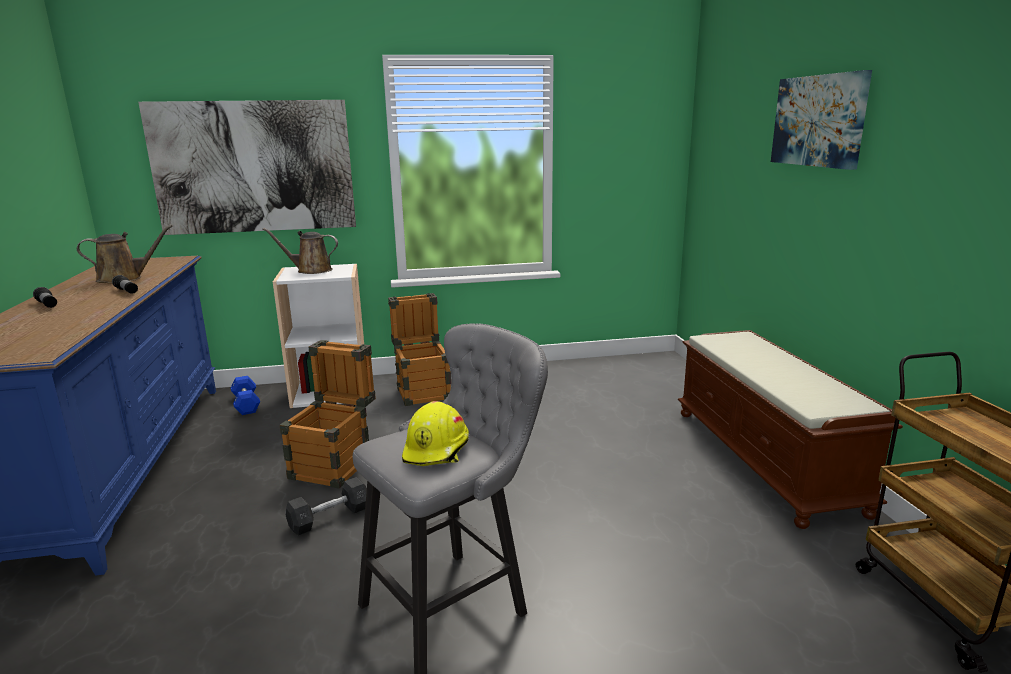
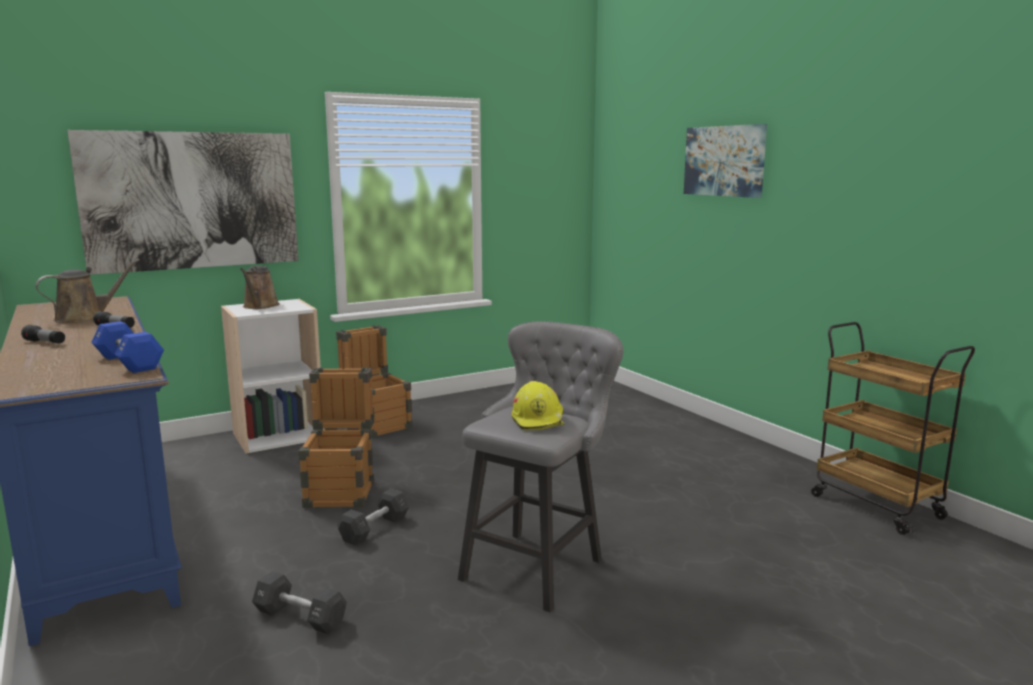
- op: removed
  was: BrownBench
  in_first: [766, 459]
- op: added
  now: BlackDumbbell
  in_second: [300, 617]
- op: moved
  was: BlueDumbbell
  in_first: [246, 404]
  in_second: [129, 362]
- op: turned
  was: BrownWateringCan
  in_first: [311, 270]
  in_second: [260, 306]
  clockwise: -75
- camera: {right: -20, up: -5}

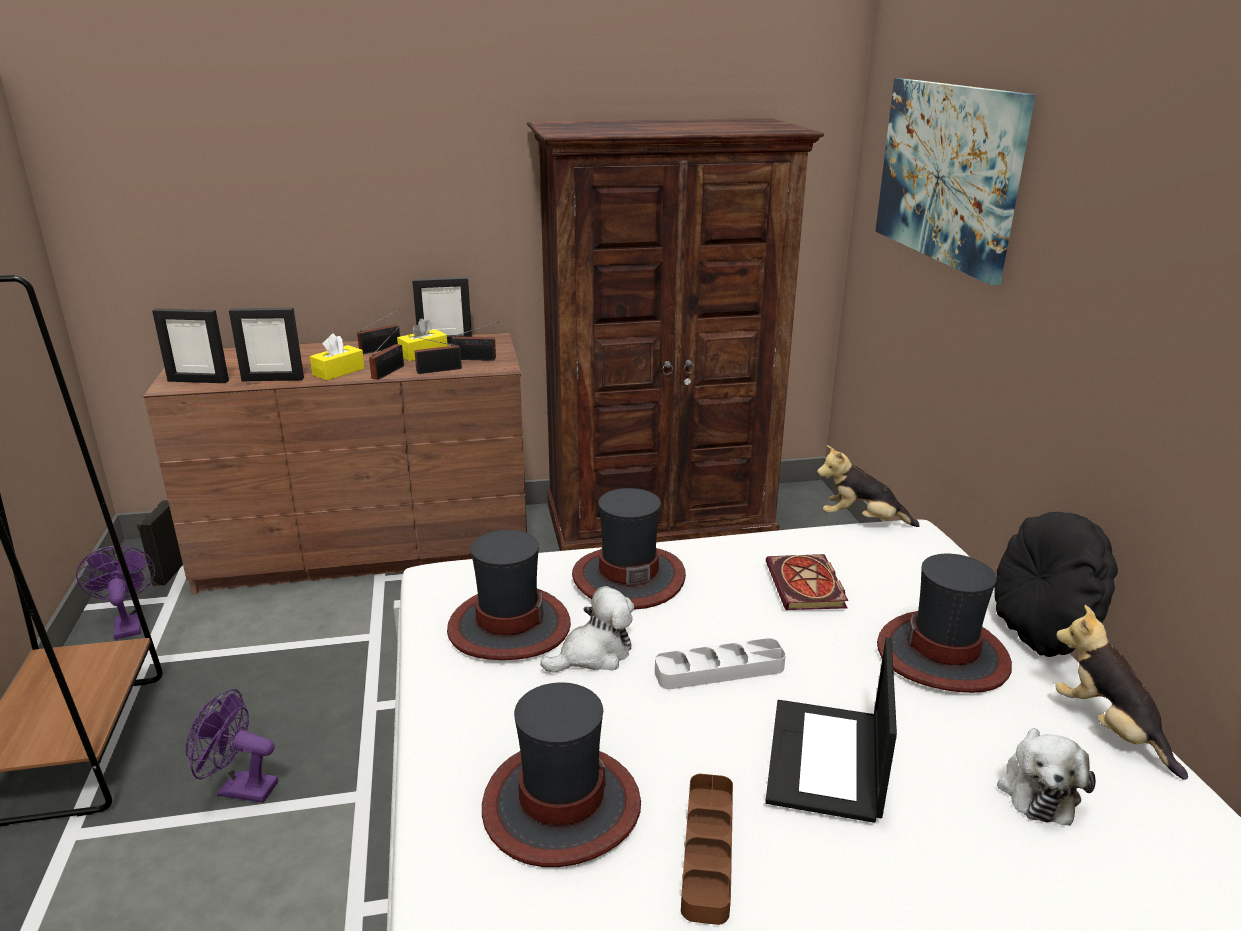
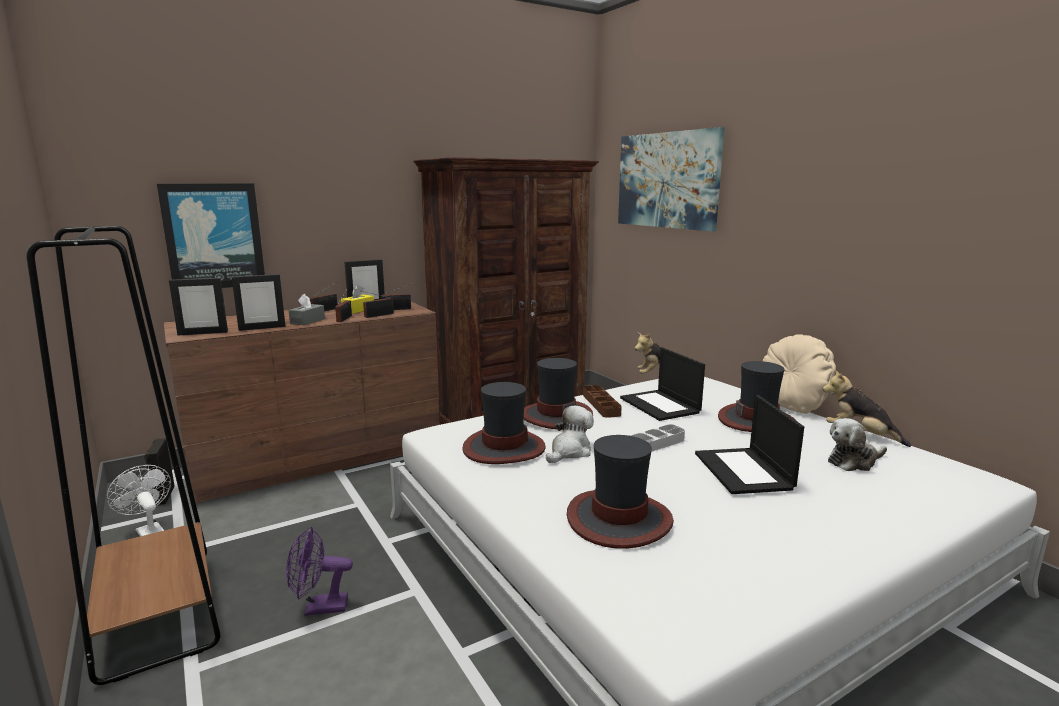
- op: added
  now: Picture
  in_second: [214, 236]
- op: moved
  was: BrownTray
  in_first: [708, 851]
  in_second: [601, 404]
- op: replaced
  was: Book
  now: Laptop
  in_first: [807, 587]
  in_second: [660, 405]
- op: recoloured
  was: PurpleFan
  now: WhiteFan
  in_first: [127, 623]
  in_second: [148, 531]
- op: recoloured
  was: YellowTissueBox
  now: GreyTissueBox
  in_first: [338, 371]
  in_second: [307, 321]
- op: recoloured
  was: BlackPillow
  now: BeigePillow
  in_first: [1039, 634]
  in_second: [792, 407]
- op: turned
  was: PlushToy
  in_first: [1038, 788]
  in_second: [853, 461]
  clockwise: 75
- camera: {right: -20, up: -10}

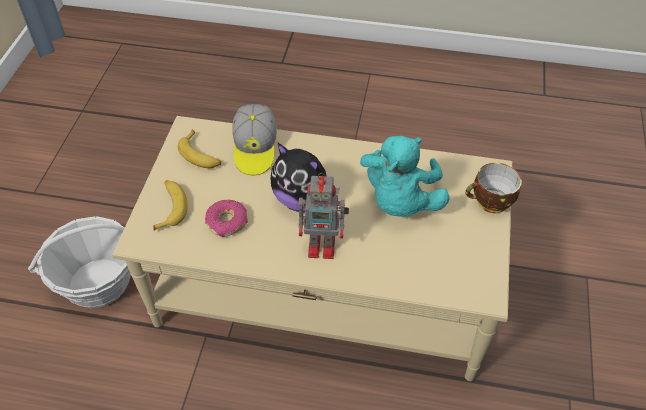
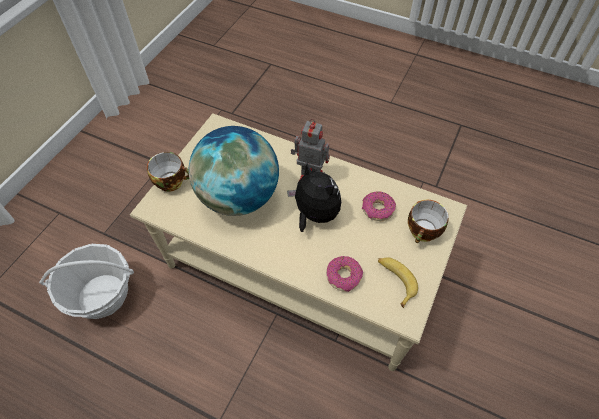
- op: moved
  was: Basket
  in_first: [98, 283]
  in_second: [102, 296]
- op: replaced
  was: Banana
  now: Cup
  in_first: [170, 207]
  in_second: [423, 232]
- op: replaced
  was: Cap
  now: Donut
  in_first: [255, 148]
  in_second: [344, 276]
- op: replaced
  was: TurquoisePlushToy
  now: Globe
  in_first: [400, 202]
  in_second: [239, 197]
- camera: {right: -165, up: 5}

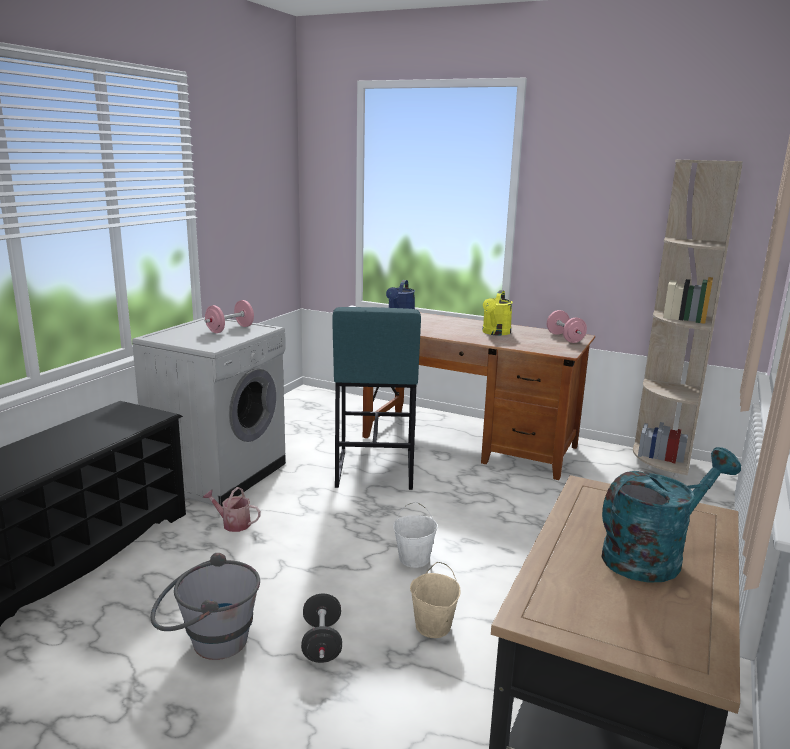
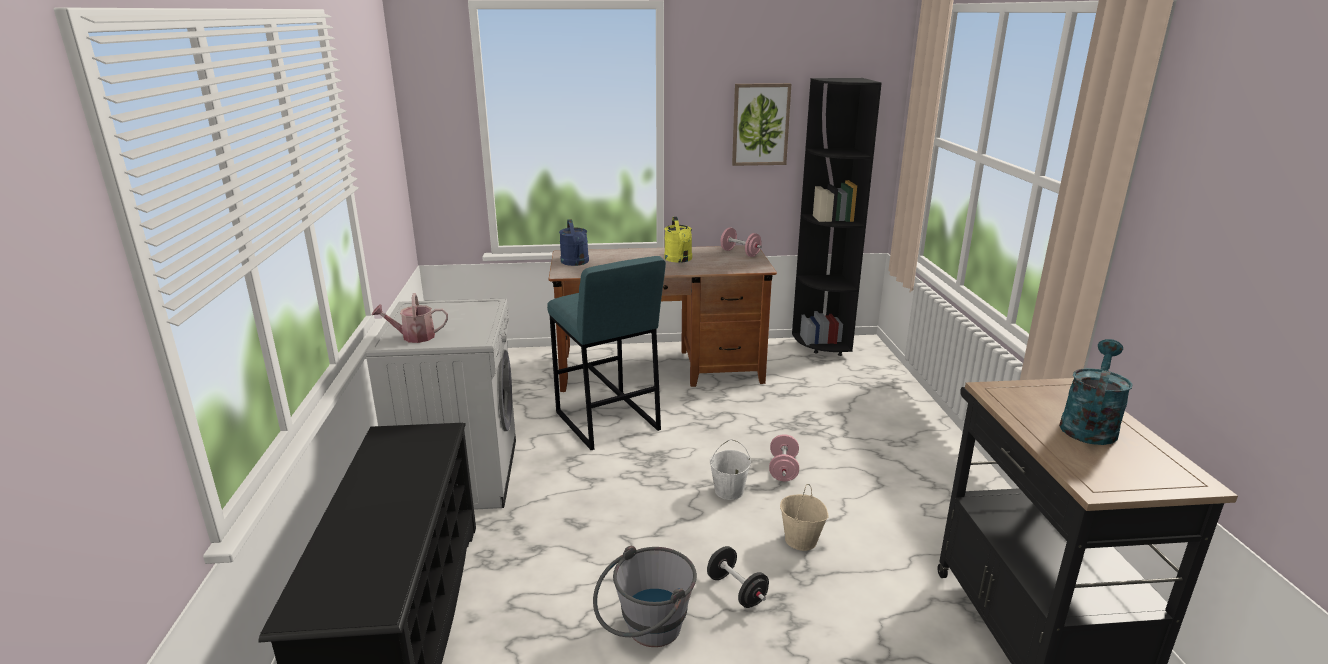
- op: added
  now: Picture
  in_second: [760, 124]
- op: moved
  was: WateringCan
  in_first: [233, 523]
  in_second: [414, 337]
- op: moved
  was: PinkDumbbell
  in_first: [230, 329]
  in_second: [783, 469]
- op: recoloured
  was: BeigeBookcase
  now: BlackBookcase
  in_first: [661, 465]
  in_second: [822, 348]
- camera: {right: -30, up: 5}

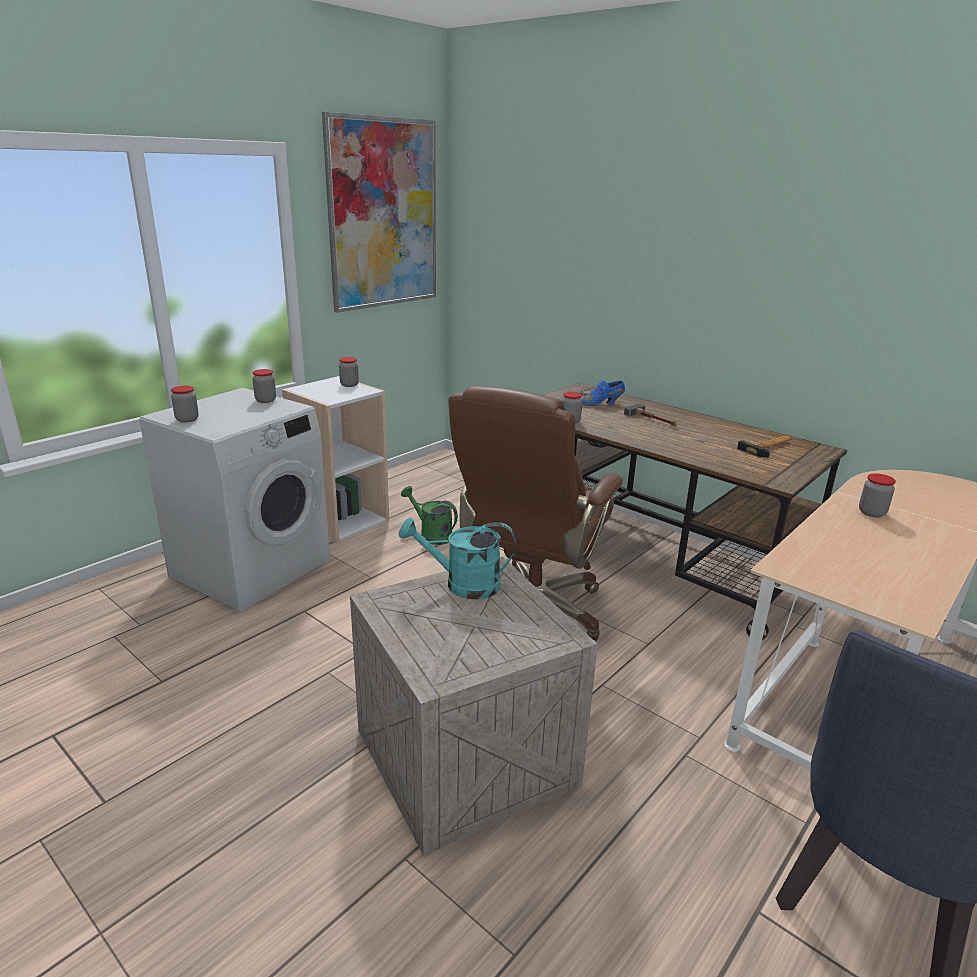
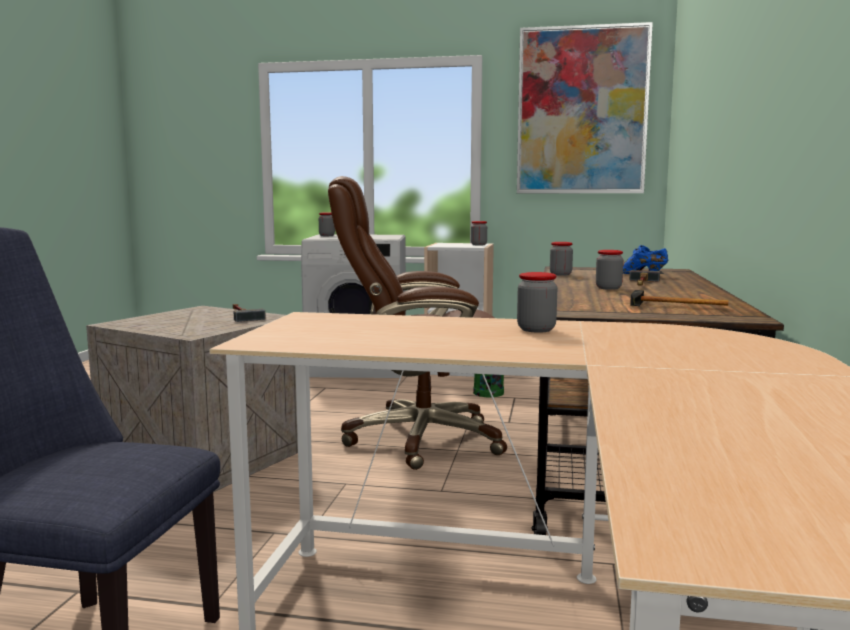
- op: moved
  was: Jar
  in_first: [265, 400]
  in_second: [608, 288]
- op: replaced
  was: TurquoiseWateringCan
  now: Hammer
  in_first: [462, 585]
  in_second: [242, 315]
- camera: {right: 60, up: -15}

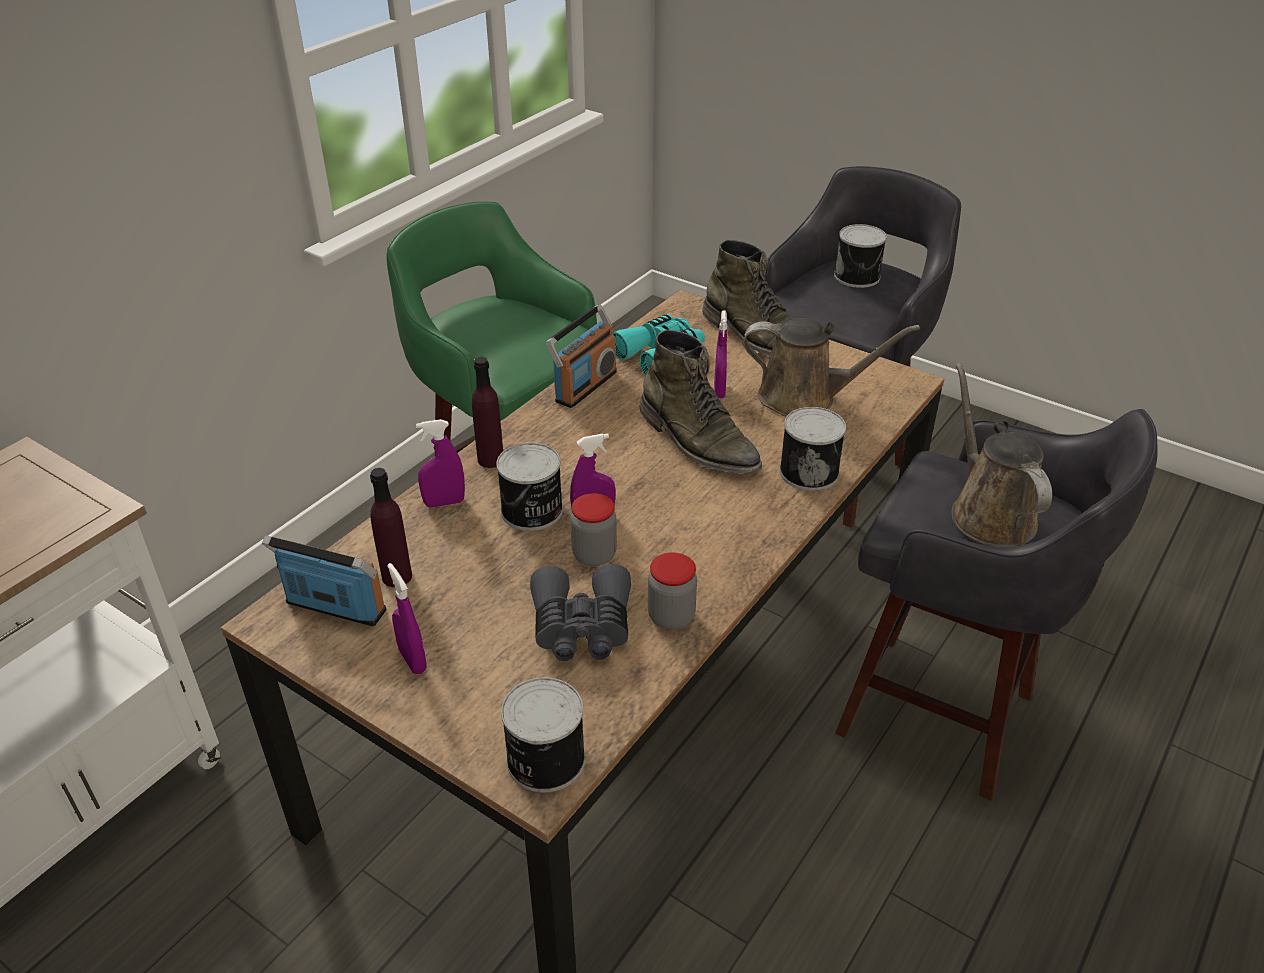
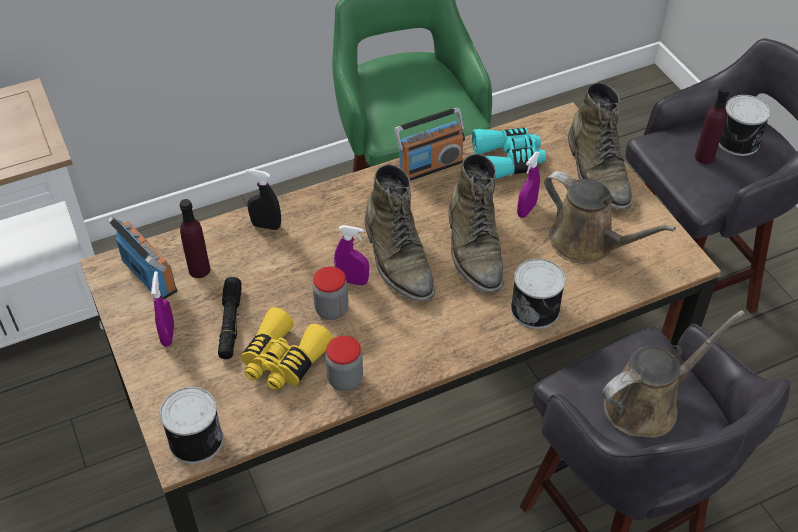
- op: removed
  was: Can
  in_first: [532, 511]
- op: added
  now: BlackFlashlight
  in_second: [230, 323]
- op: added
  now: GreenBoot
  in_second: [398, 258]
- op: moved
  was: PurpleBottle
  in_first: [490, 459]
  in_second: [704, 157]
- op: recoloured
  was: PurpleSprayBottle
  now: BlackSprayBottle
  in_first: [444, 503]
  in_second: [266, 226]
- op: recoloured
  was: GreyBinoculars
  now: YellowBinoculars
  in_first: [581, 627]
  in_second: [283, 360]
- op: turned
  was: BrownWateringCan
  in_first: [988, 513]
  in_second: [647, 404]
  clockwise: 45
- camera: {right: 30, up: 10}

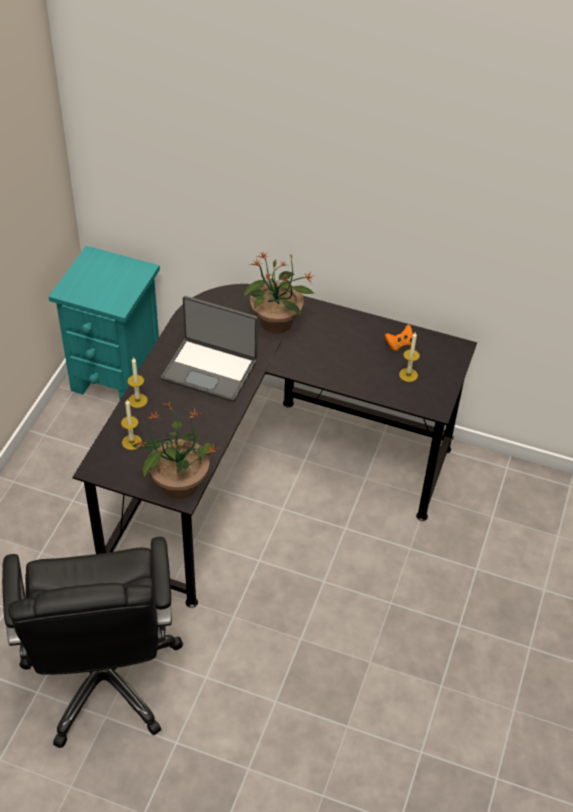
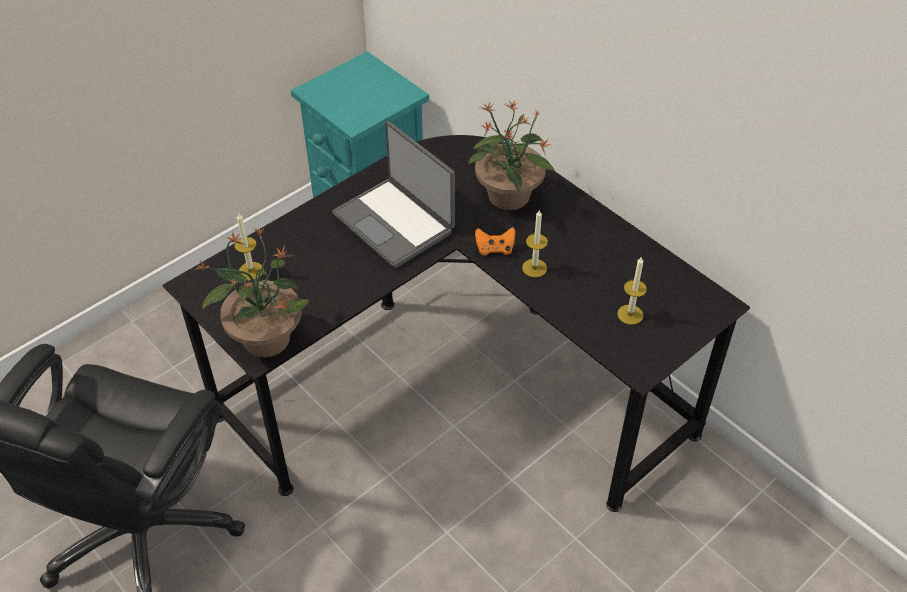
- op: moved
  was: Candle
  in_first: [137, 400]
  in_second: [534, 268]
- op: moved
  was: OrangeGameController
  in_first: [399, 344]
  in_second: [495, 249]
- camera: {right: 30, up: 0}

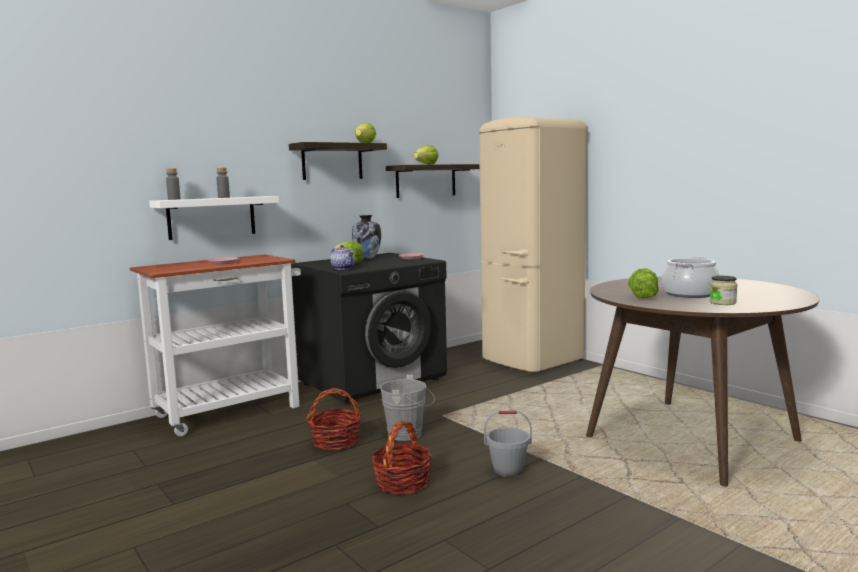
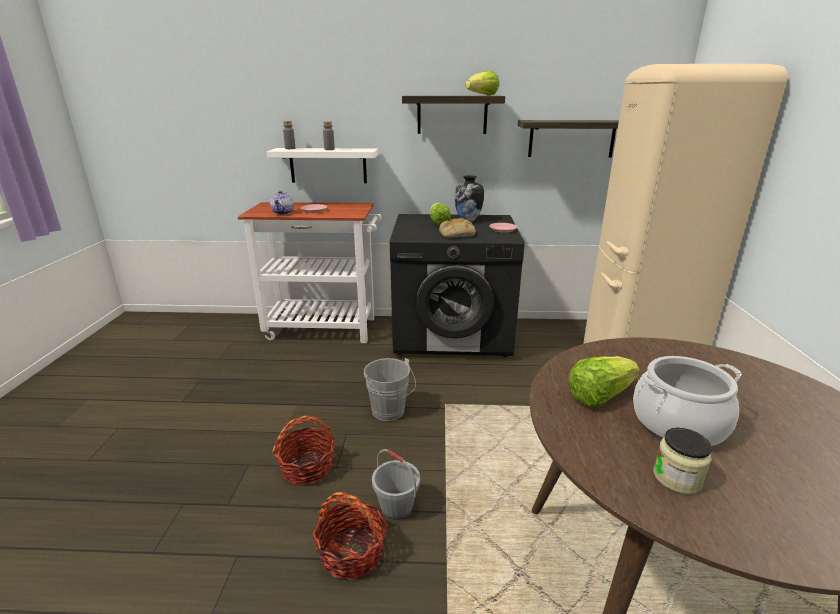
- op: removed
  was: Lettuce
  in_first: [426, 164]
- op: added
  now: Bread
  in_second: [456, 234]
- op: moved
  was: Basket
  in_first: [336, 441]
  in_second: [352, 552]
- op: moved
  was: Teapot
  in_first: [343, 268]
  in_second: [283, 213]
- camera: {right: 40, up: 15}

